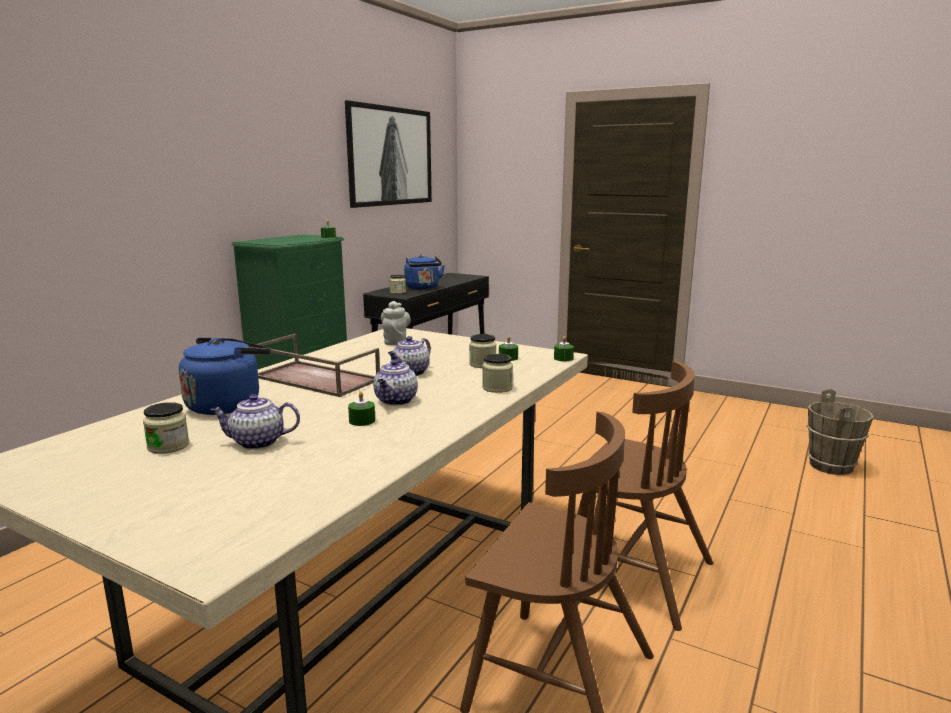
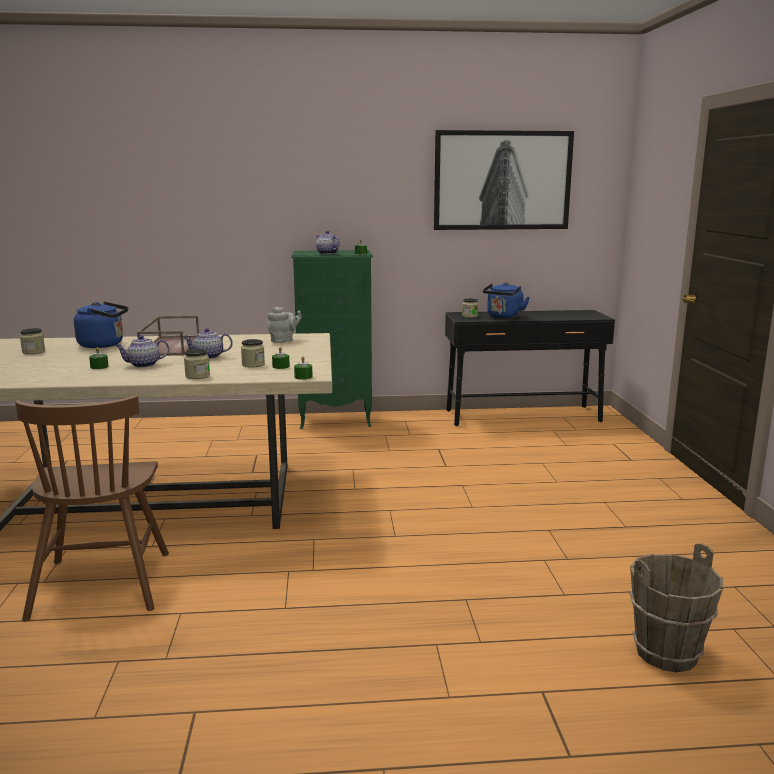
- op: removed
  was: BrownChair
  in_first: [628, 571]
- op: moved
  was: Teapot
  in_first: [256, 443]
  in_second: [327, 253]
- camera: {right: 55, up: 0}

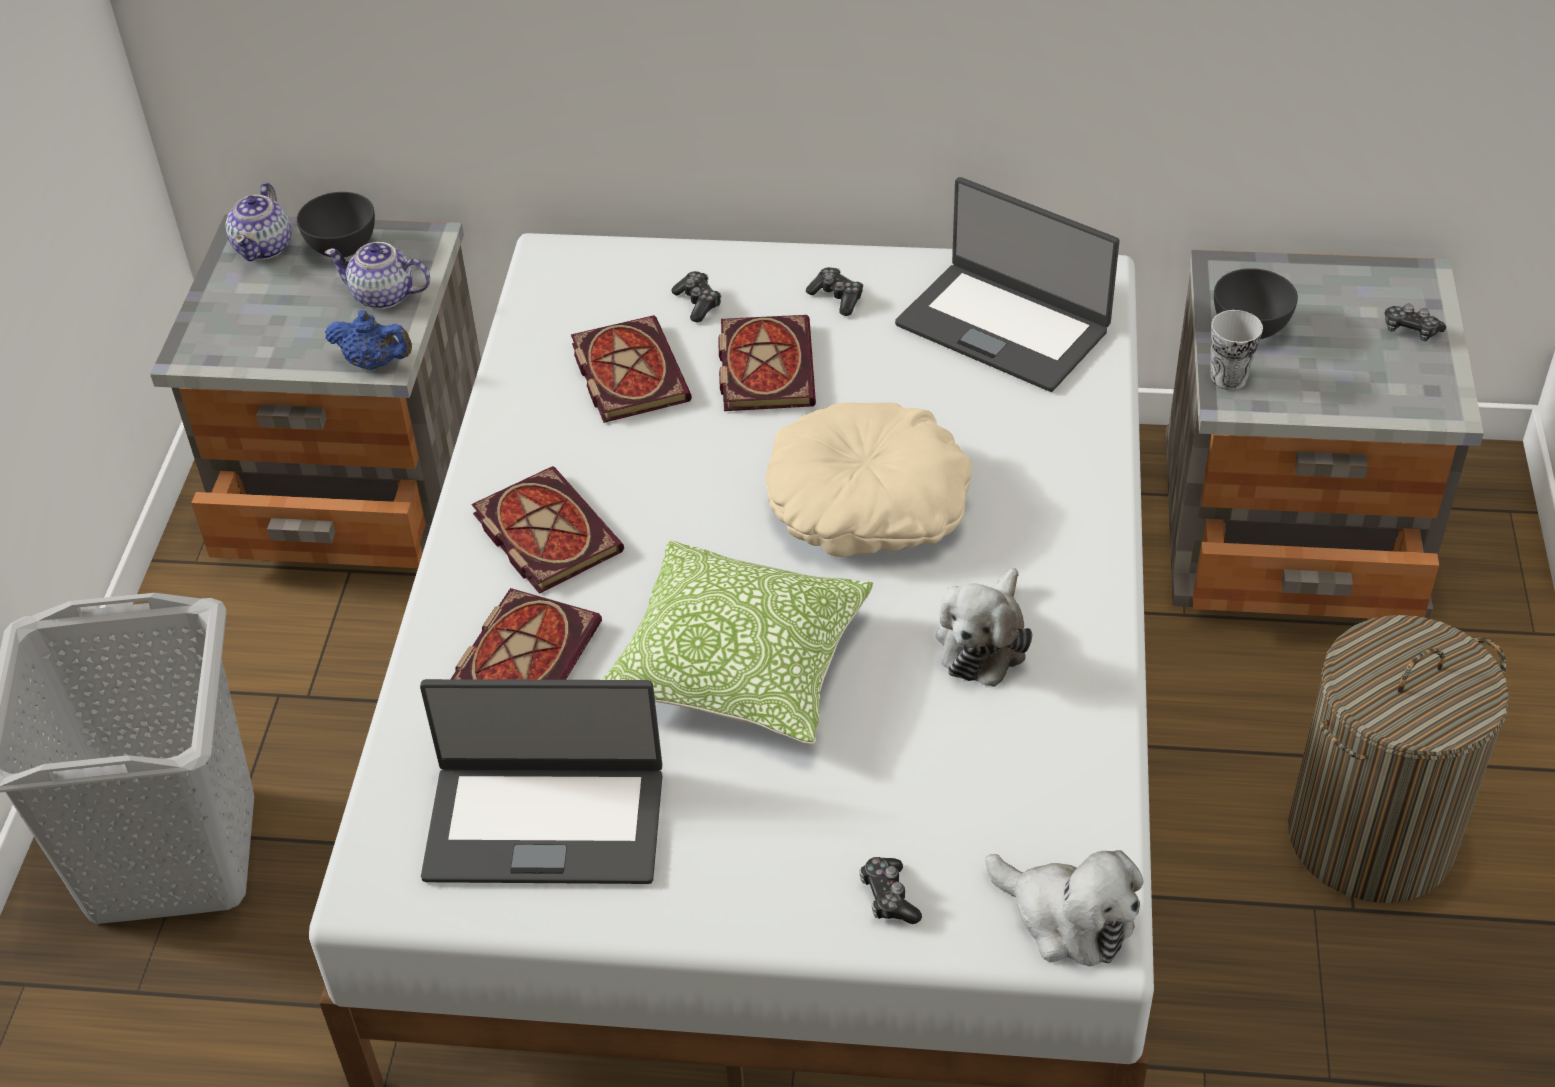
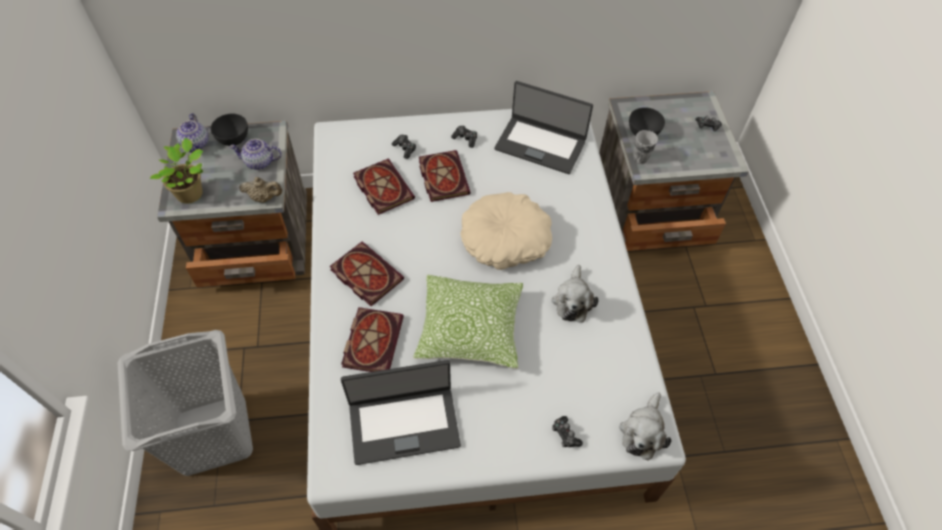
- op: removed
  was: LaundryBasket
  in_first: [1370, 837]
- op: added
  now: PottedPlant
  in_second: [192, 193]
- op: recoloured
  was: BlueTeapot
  now: BeigeTeapot
  in_first: [374, 363]
  in_second: [264, 198]
- op: turned
  was: PlushToy
  in_first: [1066, 919]
  in_second: [643, 431]
  clockwise: 90
- camera: {right: -15, up: 10}

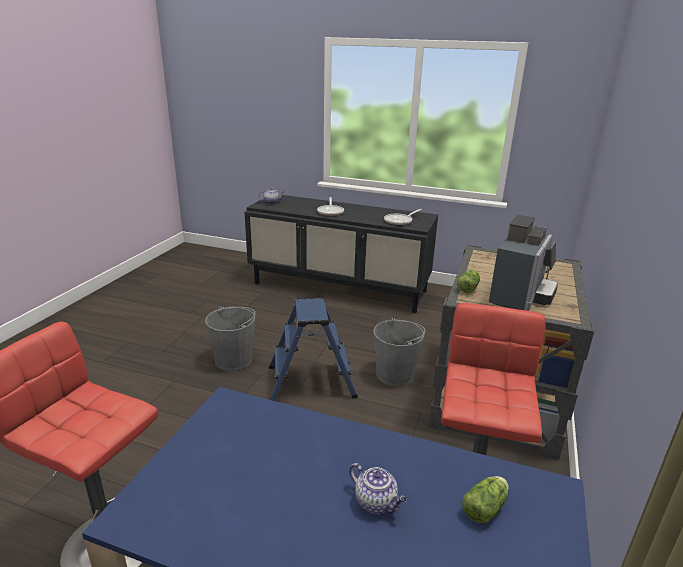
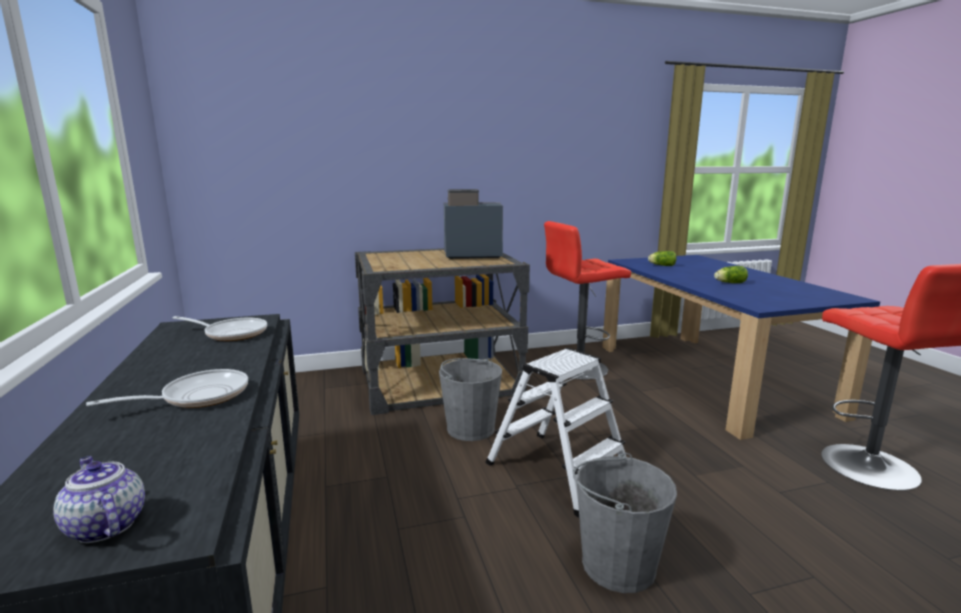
- op: removed
  was: Teapot
  in_first: [376, 503]
- op: moved
  was: Lettuce
  in_first: [468, 288]
  in_second: [729, 283]
- op: recoloured
  was: BlueStepLadder
  now: WhiteStepLadder
  in_first: [311, 382]
  in_second: [557, 471]
- camera: {right: -125, up: -10}

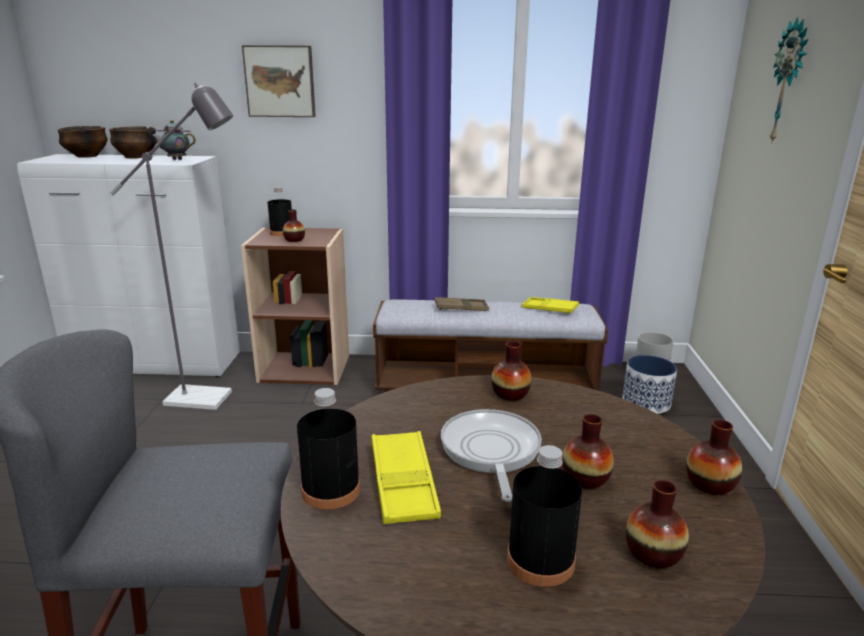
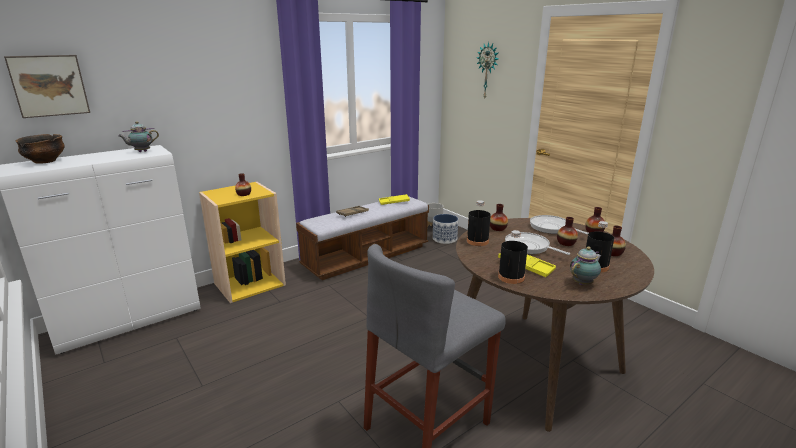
- op: removed
  was: Bowl
  in_first: [136, 157]
- op: removed
  was: GreyFloorLamp
  in_first: [209, 399]
- op: added
  now: FryingPan
  in_second: [552, 228]
- op: added
  now: Teapot
  in_second: [583, 283]
- op: moved
  was: Picture
  in_first: [280, 81]
  in_second: [49, 85]
- op: moved
  was: BlackBottle
  in_first: [282, 233]
  in_second: [477, 241]
- op: recoloured
  was: BrownBookcase
  now: YellowBookcase
  in_first: [306, 368]
  in_second: [250, 283]
- camera: {right: -40, up: 0}

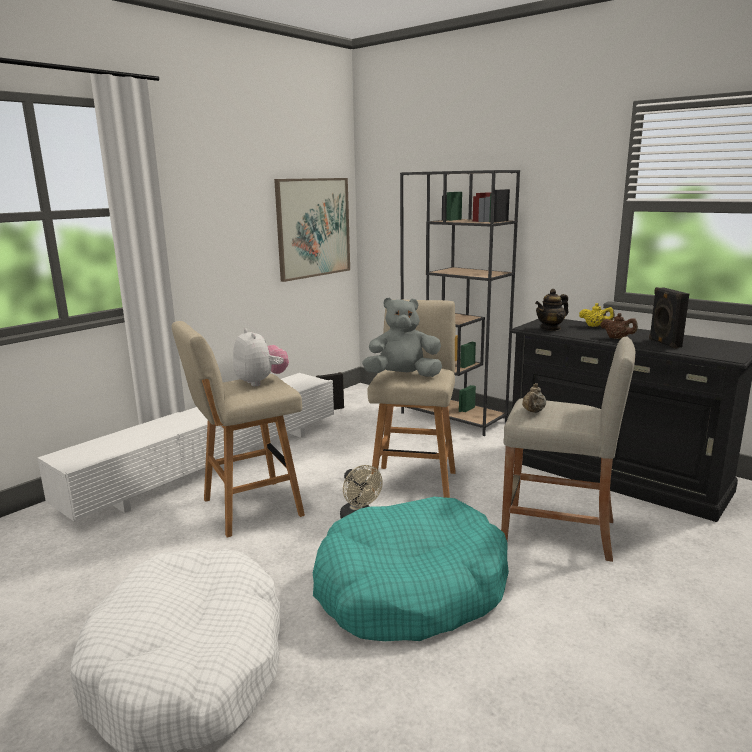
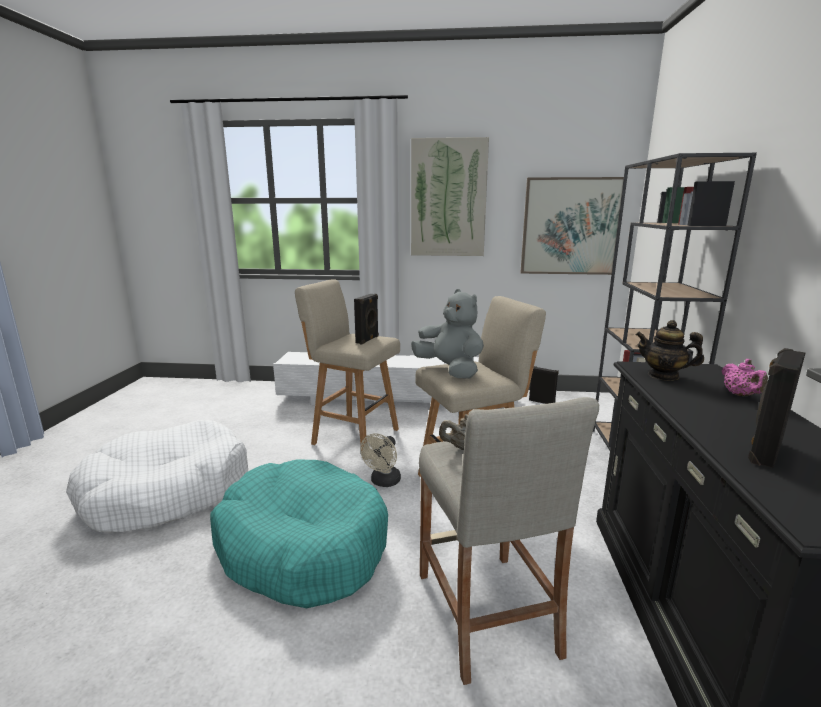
- op: removed
  was: BrownTeapot
  in_first: [617, 338]
- op: added
  now: Picture
  in_second: [448, 198]
- op: replaced
  was: PlushToy
  now: BlackSpeaker
  in_first: [261, 382]
  in_second: [368, 340]
- op: recoloured
  was: YellowTeapot
  now: PinkTeapot
  in_first: [595, 326]
  in_second: [740, 395]
- camera: {right: 55, up: 0}

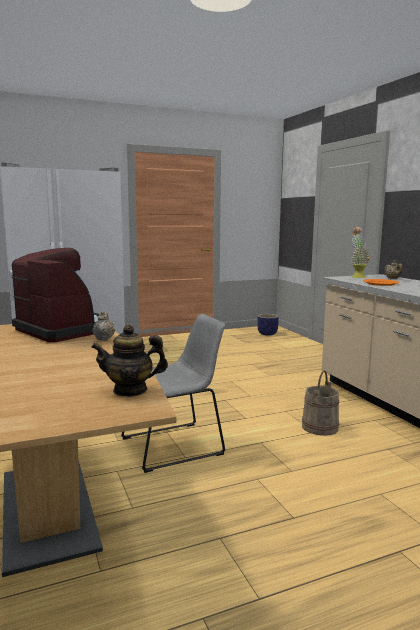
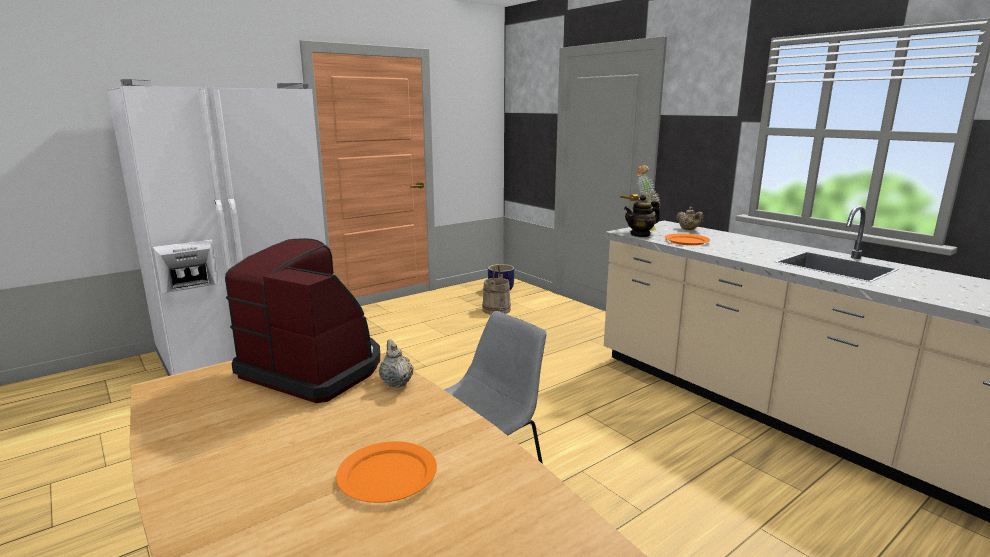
- op: added
  now: OrangePlate
  in_second: [388, 475]
- op: moved
  was: Teapot
  in_first: [130, 390]
  in_second: [640, 234]
- op: moved
  was: BeigeBucket
  in_first: [319, 427]
  in_second: [496, 309]
- camera: {right: -15, up: 5}

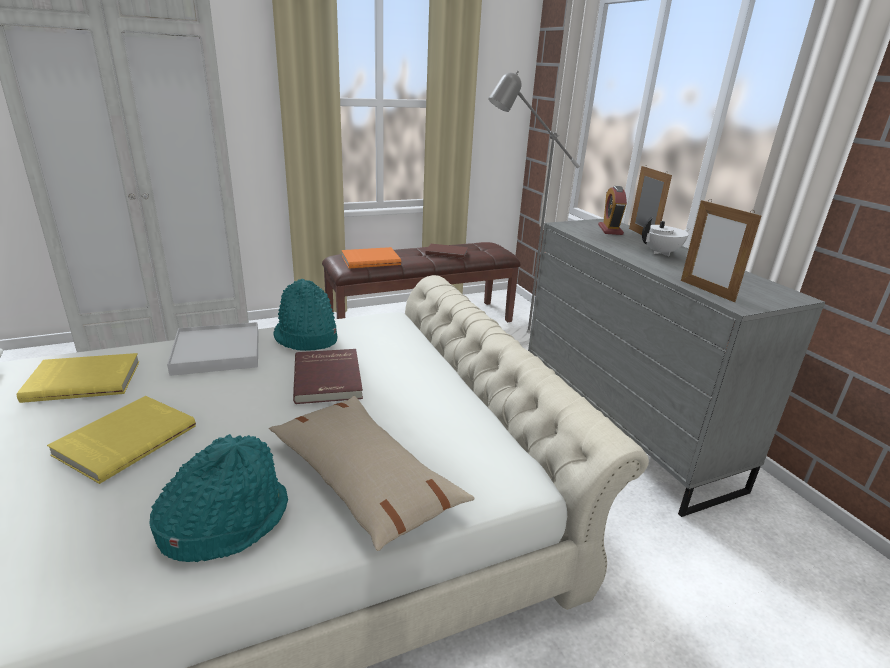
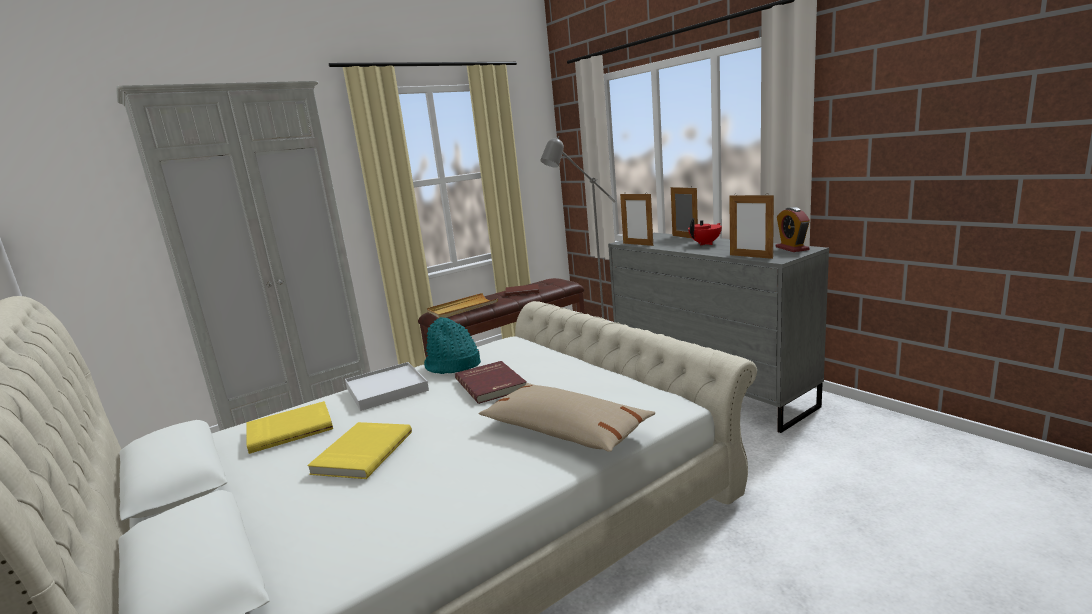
- op: removed
  was: TurquoiseHat
  in_first: [225, 521]
- op: added
  now: PictureFrame
  in_second: [638, 244]
- op: moved
  was: AlarmClock
  in_first: [610, 230]
  in_second: [792, 248]
- op: replaced
  was: OrangeBook
  now: BeigeTray
  in_first: [370, 260]
  in_second: [462, 308]
- op: recoloured
  was: WhiteTeapot
  now: RedTeapot
  in_first: [661, 253]
  in_second: [705, 244]
- camera: {right: -10, up: -10}

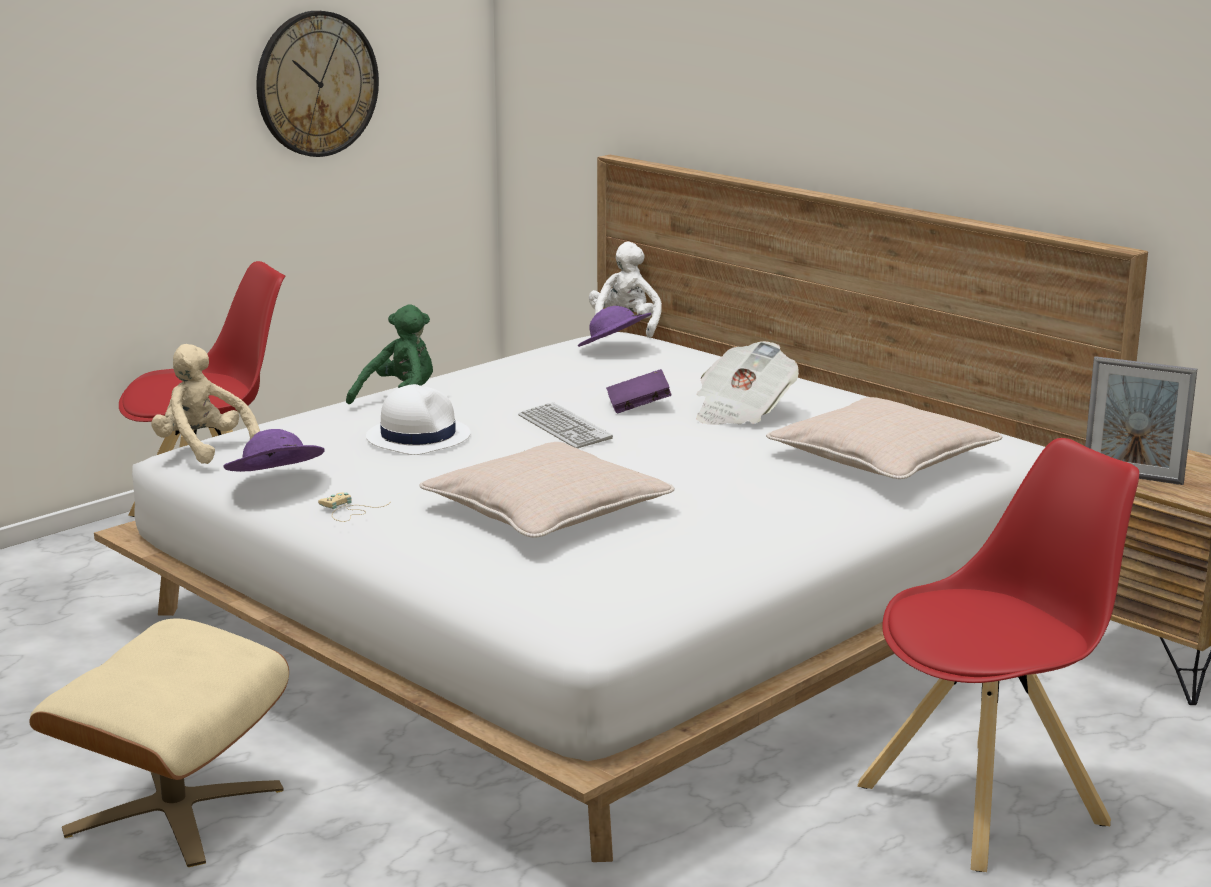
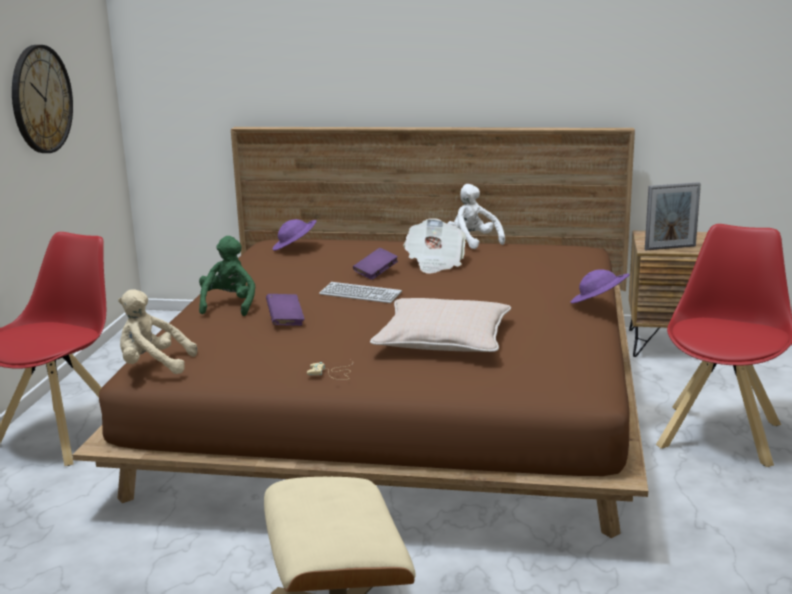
- op: removed
  was: BeigePillow
  in_first: [883, 456]
- op: moved
  was: PurpleHat
  in_first: [275, 482]
  in_second: [598, 303]
- op: moved
  was: WhitePlushToy
  in_first: [625, 327]
  in_second: [473, 242]
- op: replaced
  was: WhiteHat
  now: PurpleBook
  in_first: [418, 436]
  in_second: [285, 320]
- op: recoloured
  was: WhiteBed
  now: BrownBed
  in_first: [605, 612]
  in_second: [399, 406]
- camera: {right: -35, up: 0}

